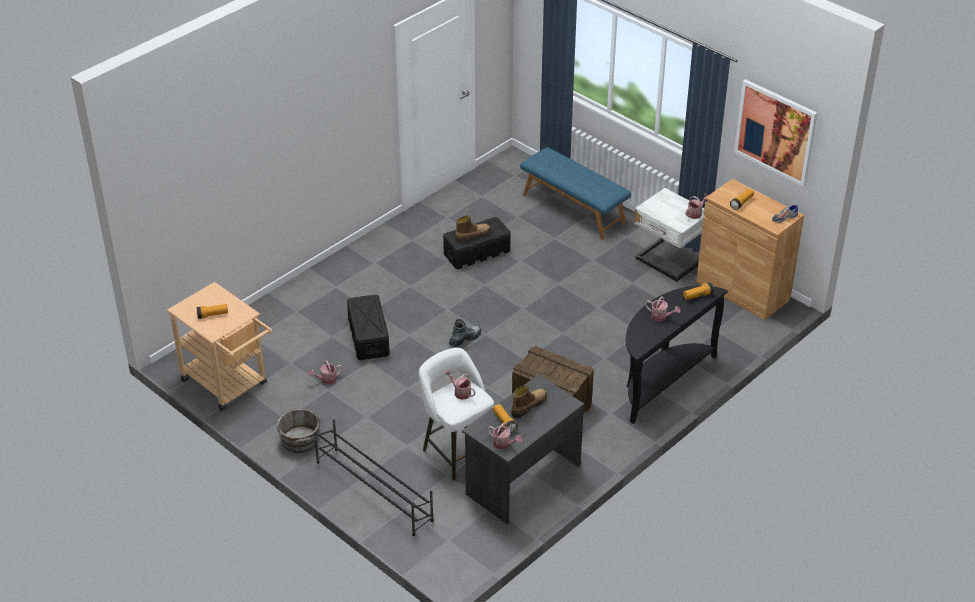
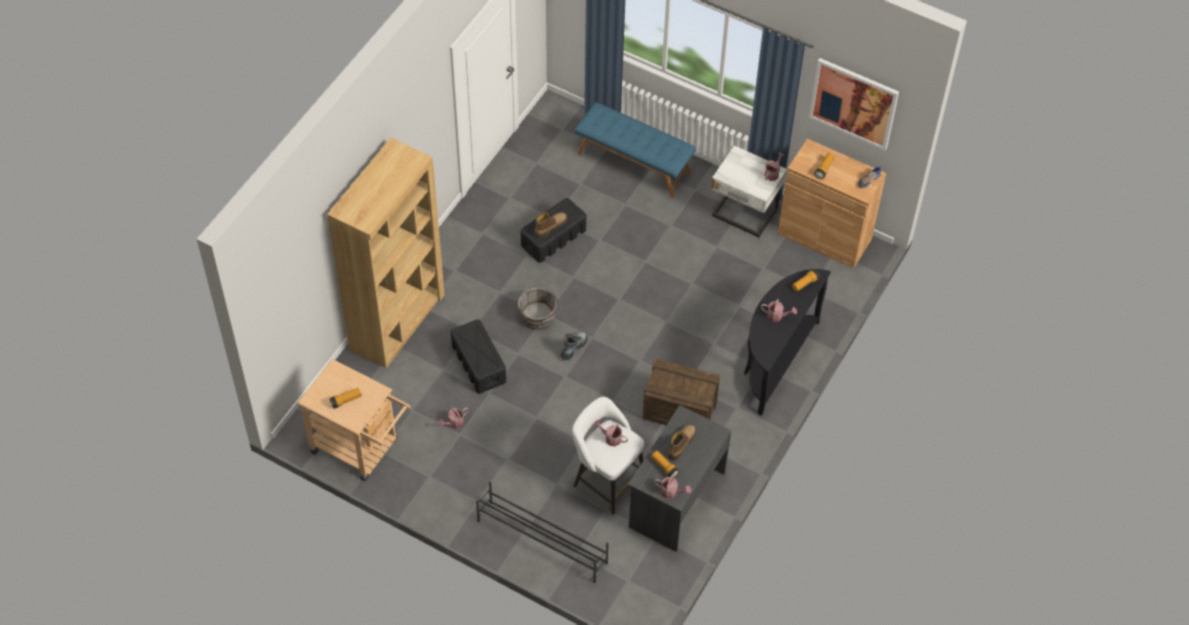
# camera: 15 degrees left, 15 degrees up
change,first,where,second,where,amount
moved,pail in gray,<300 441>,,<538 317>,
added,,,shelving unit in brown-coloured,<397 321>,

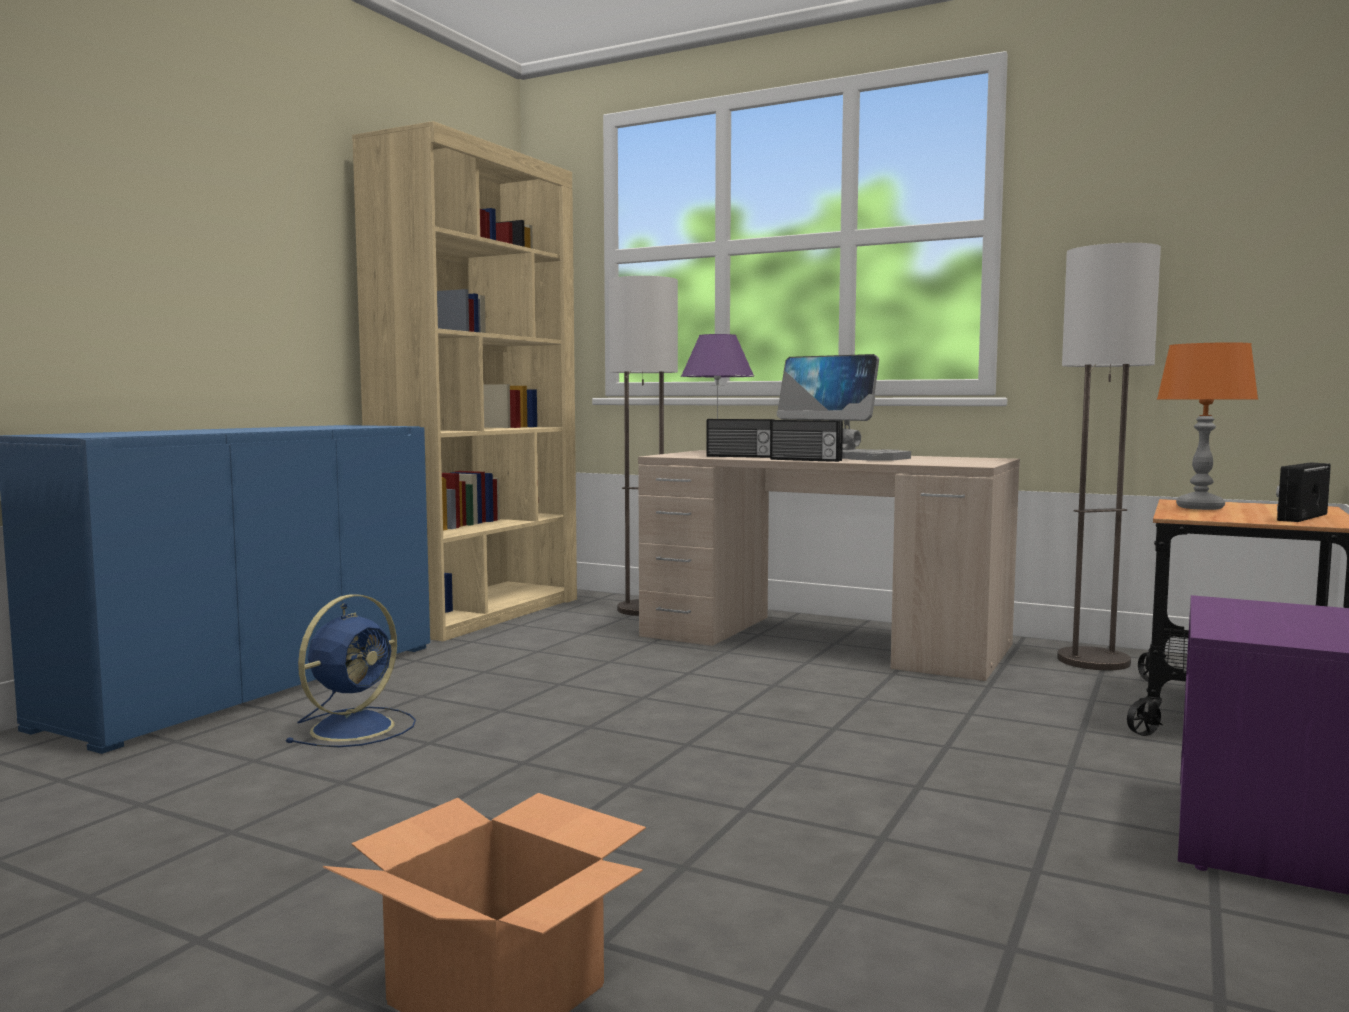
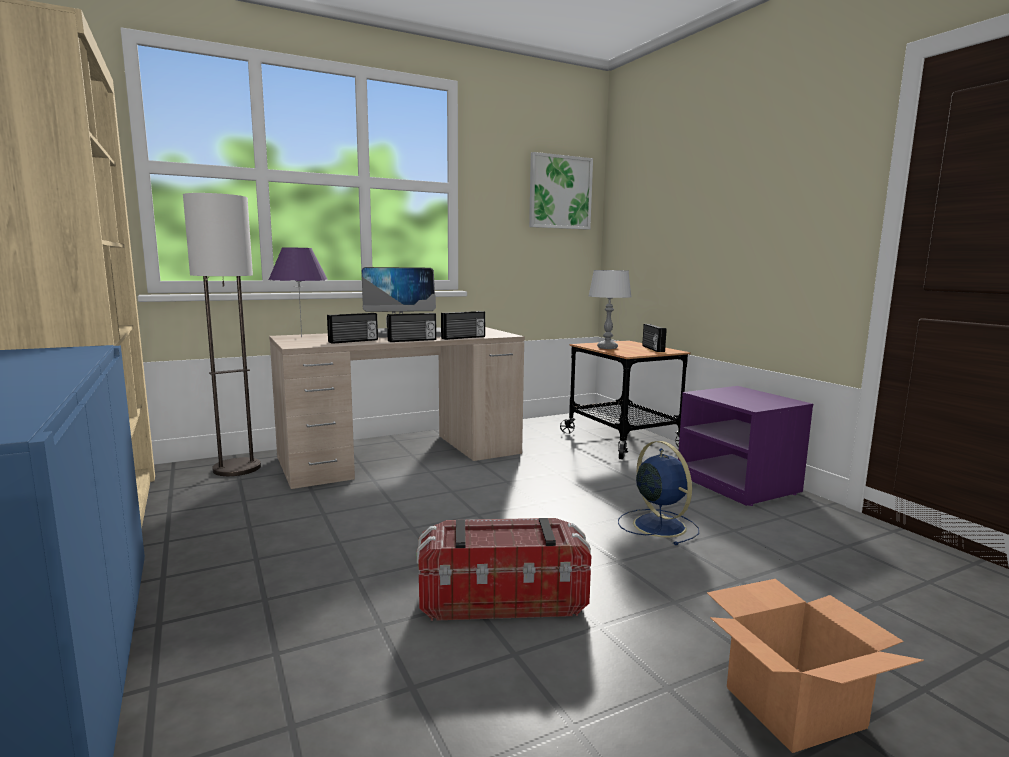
# camera: 55 degrees left, 5 degrees up
change,first,where,second,where,amount
moved,fan in blue,<355 727>,,<657 525>,
removed,floor lamp,<1093 661>,,,
recoloured,lamp for a table in orange-coloured,<1199 507>,lamp for a table in gray,<607 348>,
added,,,storage bin,<502 598>,
added,,,radio set,<463 337>,
added,,,picture,<560 192>,

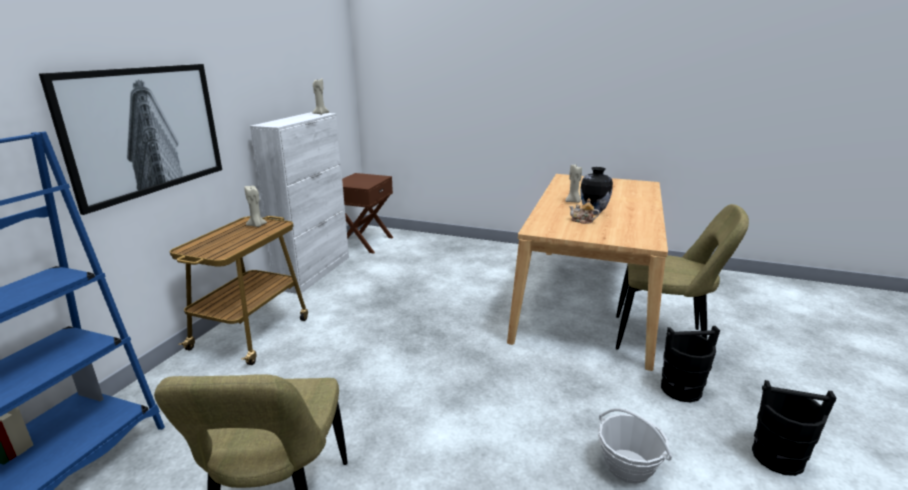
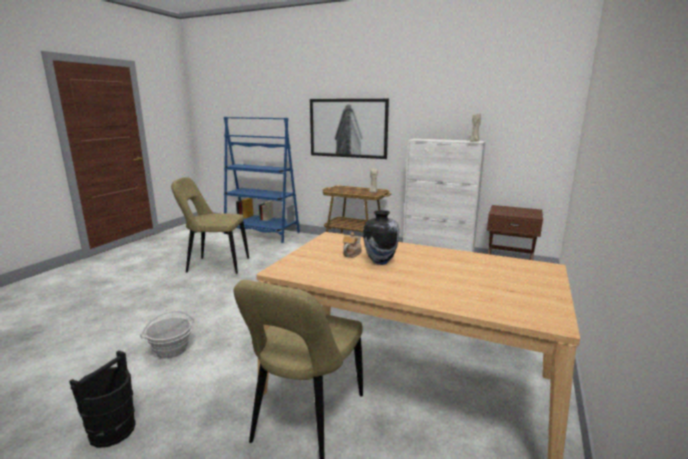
# camera: 95 degrees right, 5 degrees down
change,first,where,second,where,amount
removed,candle in beige-coloured,<573 202>,,,
removed,pail in blackish,<681 389>,,,

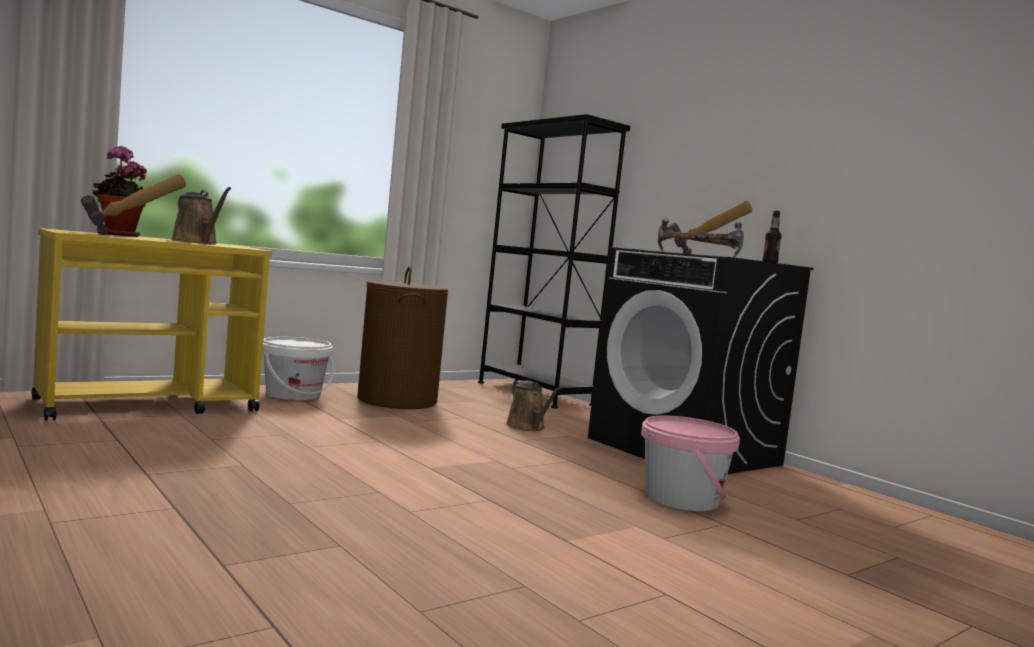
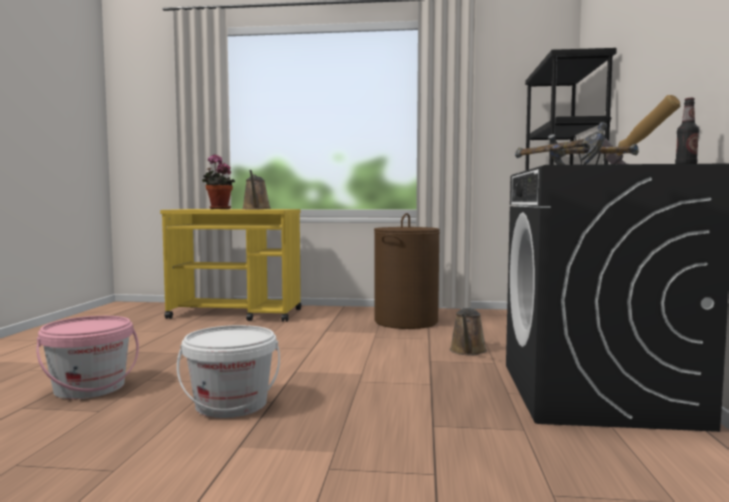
# camera: 45 degrees right, 0 degrees up
change,first,where,second,where,amount
removed,hammer,<132 238>,,,
moved,pail in whitish,<293 395>,,<231 405>,
moved,pail in pinkish,<682 499>,,<90 388>,

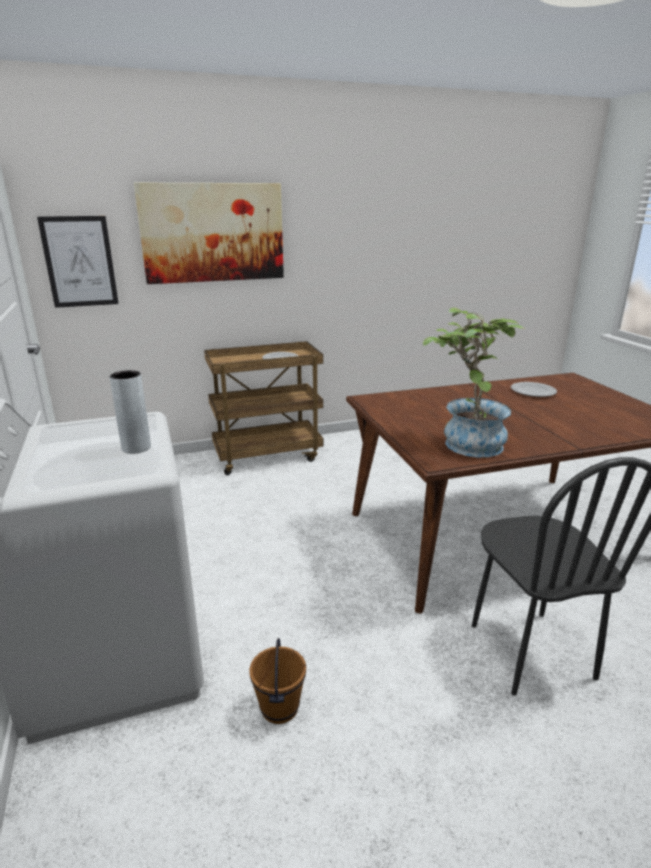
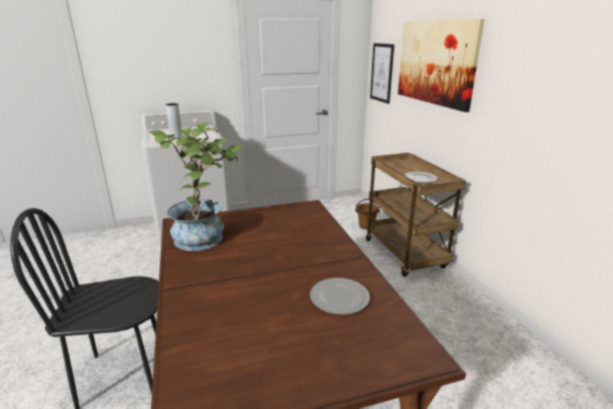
# camera: 90 degrees right, 0 degrees up
change,first,where,second,where,amount
moved,pail in brown-coloured,<279 708>,,<366 226>,

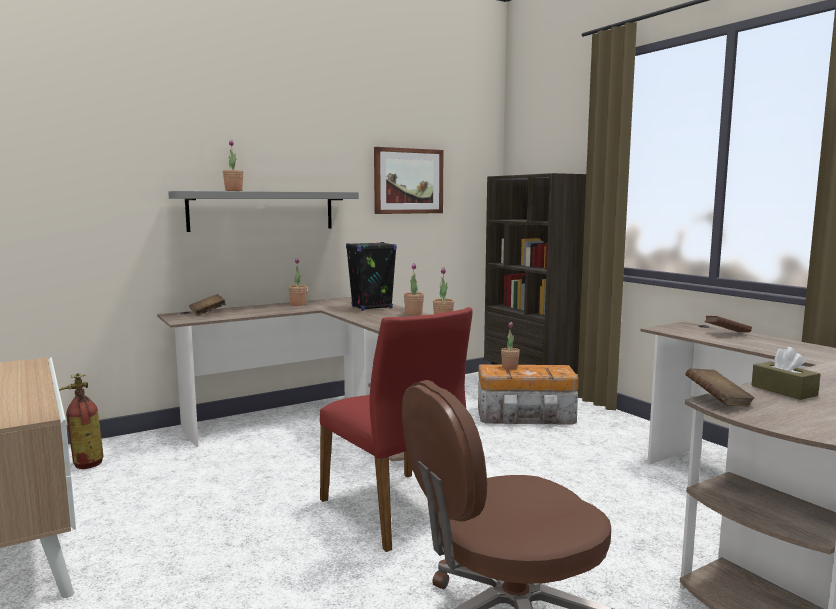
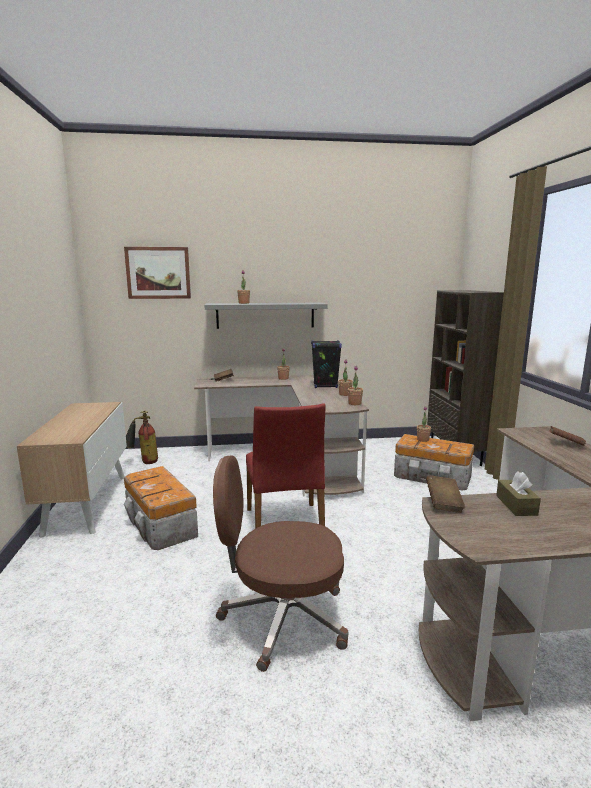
# camera: 25 degrees right, 5 degrees up
change,first,where,second,where,amount
moved,picture,<408 181>,,<158 273>,
added,,,storage bin,<160 525>,

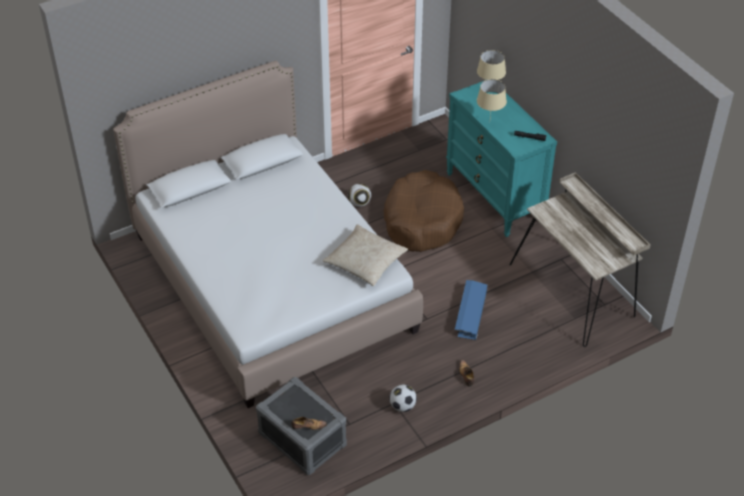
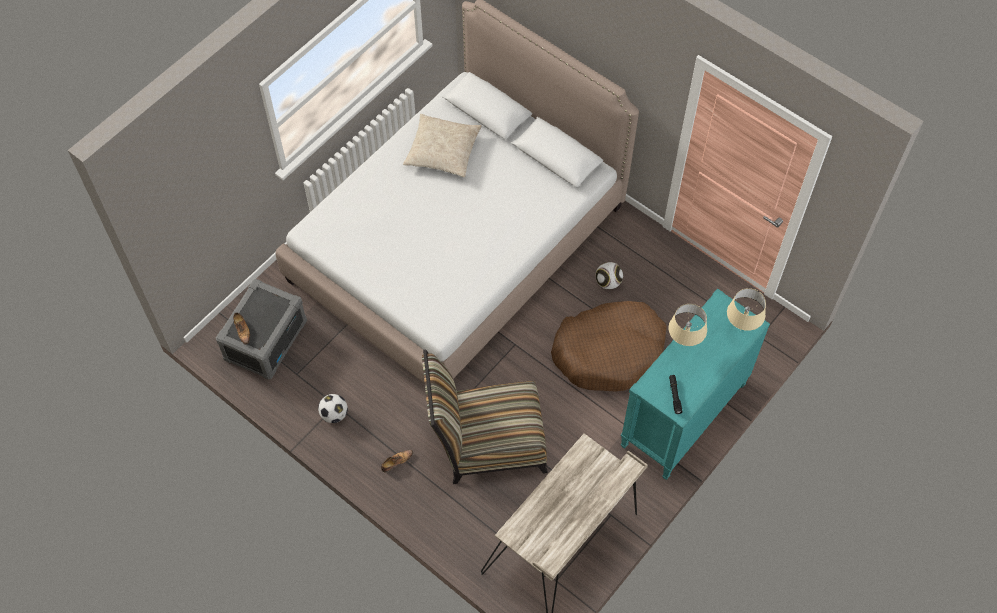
# camera: 70 degrees right, 15 degrees up
change,first,where,second,where,amount
moved,cushion in beige-coloured,<365 261>,,<442 151>,
replaced,storage bin in blue,<470 313>,plain chair,<486 441>,

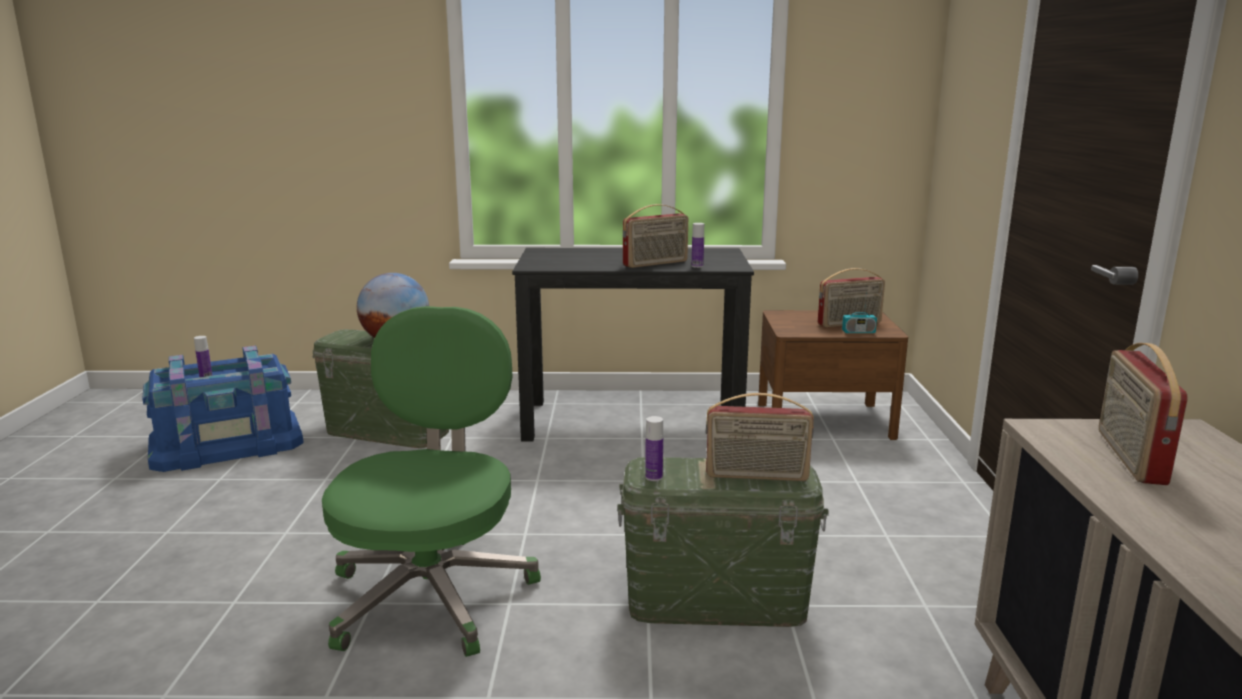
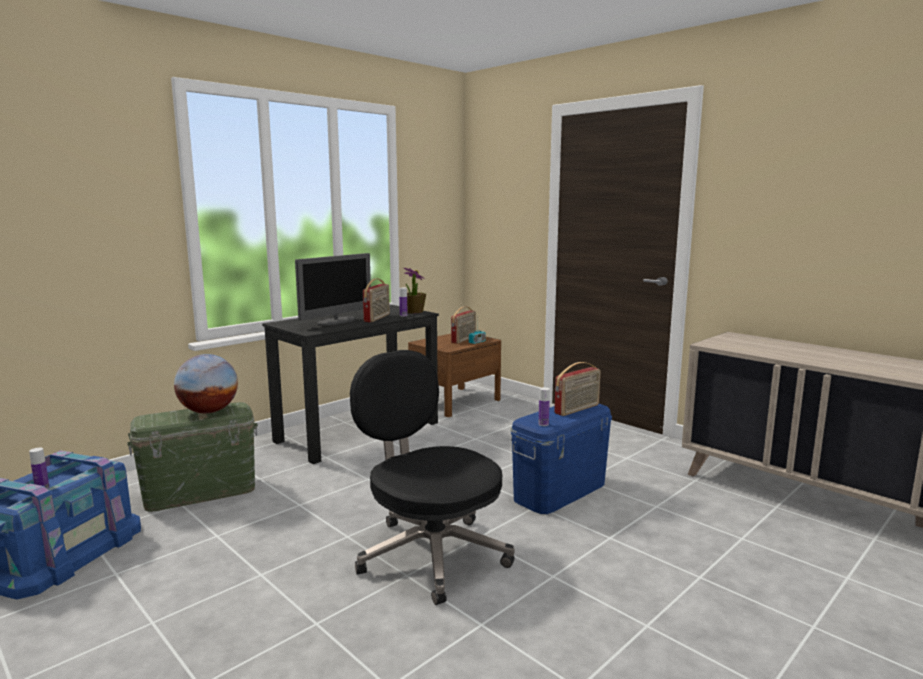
# camera: 45 degrees left, 5 degrees down
change,first,where,second,where,amount
recoloured,desk chair in green-coloured,<432 593>,desk chair in blackish,<430 553>,
recoloured,storage bin in green-coloured,<716 602>,storage bin in blue,<560 491>,
removed,radio set,<1128 456>,,,
added,,,computer display,<336 321>,
added,,,potted plant,<413 311>,

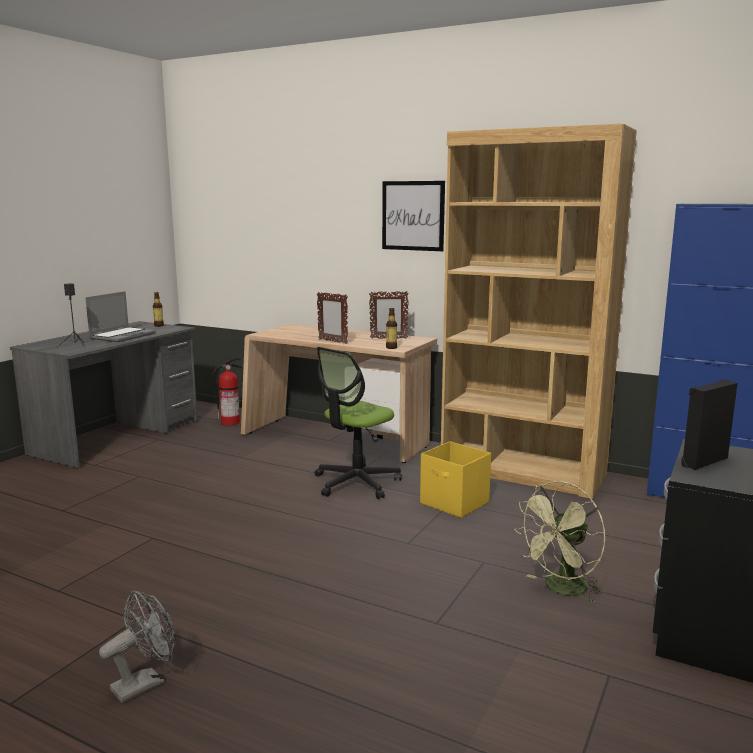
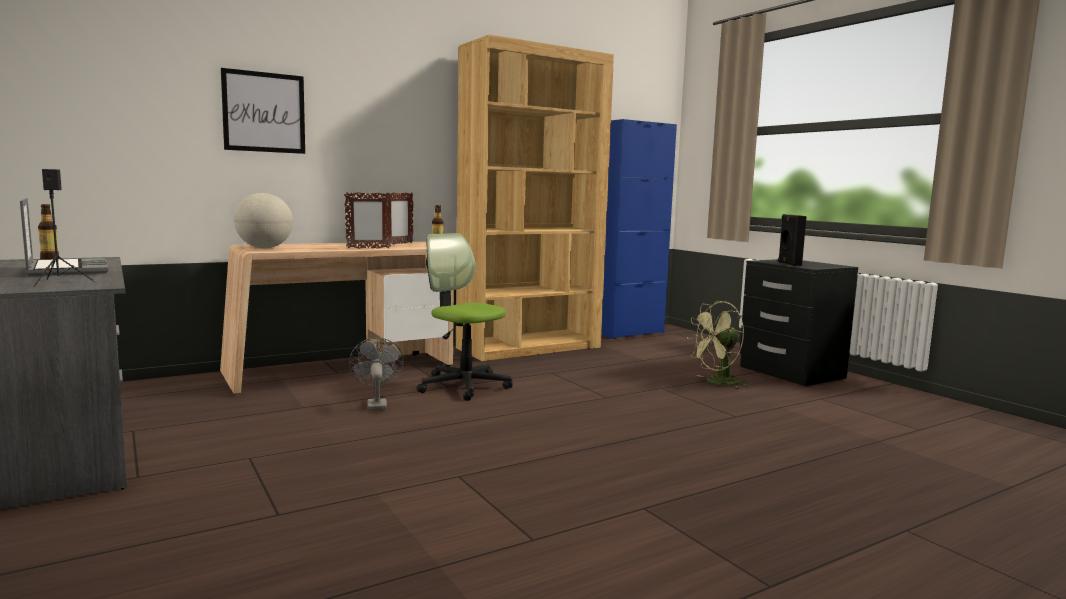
# camera: 60 degrees left, 5 degrees down
change,first,where,second,where,amount
moved,fan in gray,<145 683>,,<376 404>,
removed,fire-fighting cylinder,<231 422>,,,
turned,desk chair,<356 483>,,<464 386>,150 degrees clockwise
moved,picture,<413 216>,,<264 112>,
removed,storage bin in yellowish,<455 503>,,,
turned,fan in green-coloured,<561 590>,,<717 383>,75 degrees clockwise
added,,,desk globe,<265 248>,

